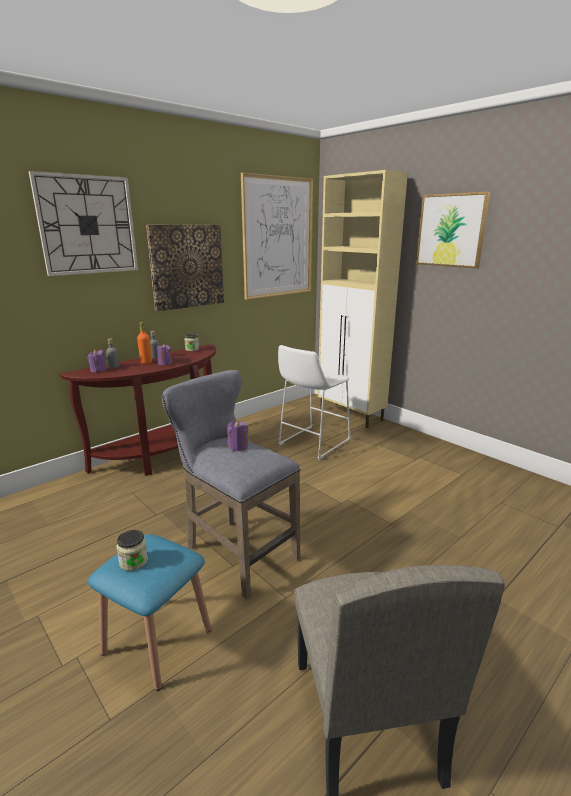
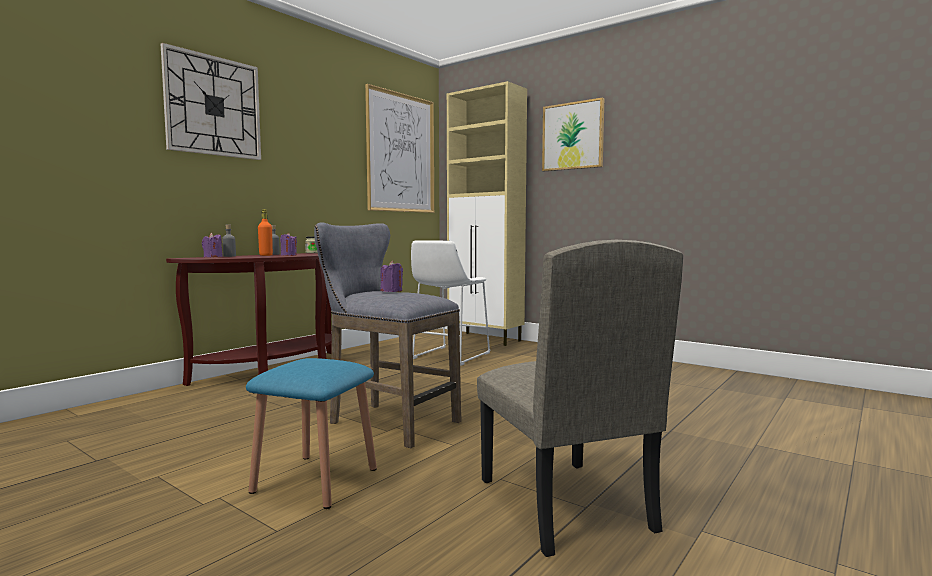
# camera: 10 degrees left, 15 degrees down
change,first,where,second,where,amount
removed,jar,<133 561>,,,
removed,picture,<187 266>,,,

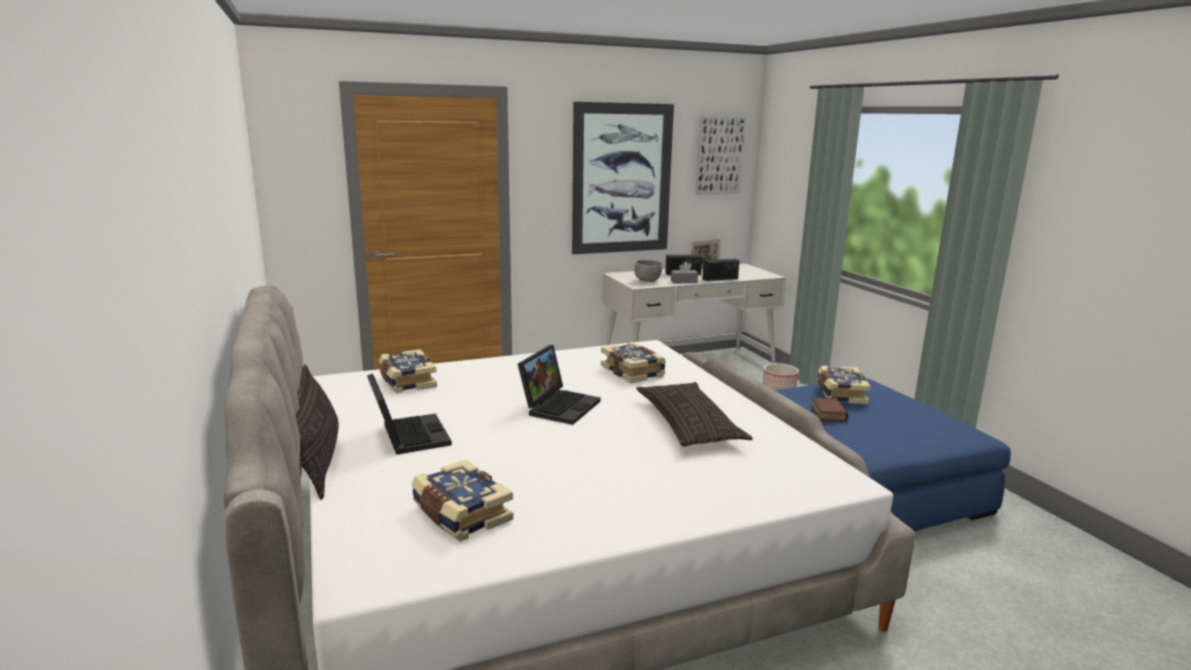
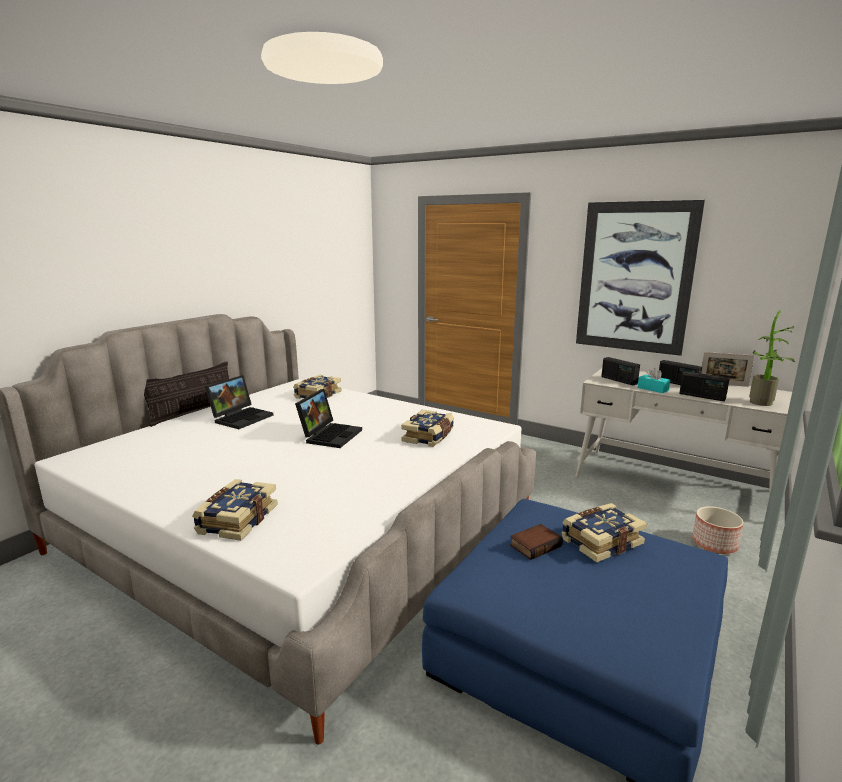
# camera: 55 degrees right, 0 degrees up
change,first,where,second,where,amount
moved,bound book,<460 515>,,<236 520>,
turned,portable computer,<559 406>,,<330 435>,60 degrees counterclockwise
replaced,serving bowl in gray,<648 281>,radio set,<618 380>,
removed,cushion,<688 423>,,,
recoloured,tissue holder in gray,<684 281>,tissue holder in turquoise,<652 389>,
removed,picture,<719 155>,,,
added,,,potted plant,<764 403>,

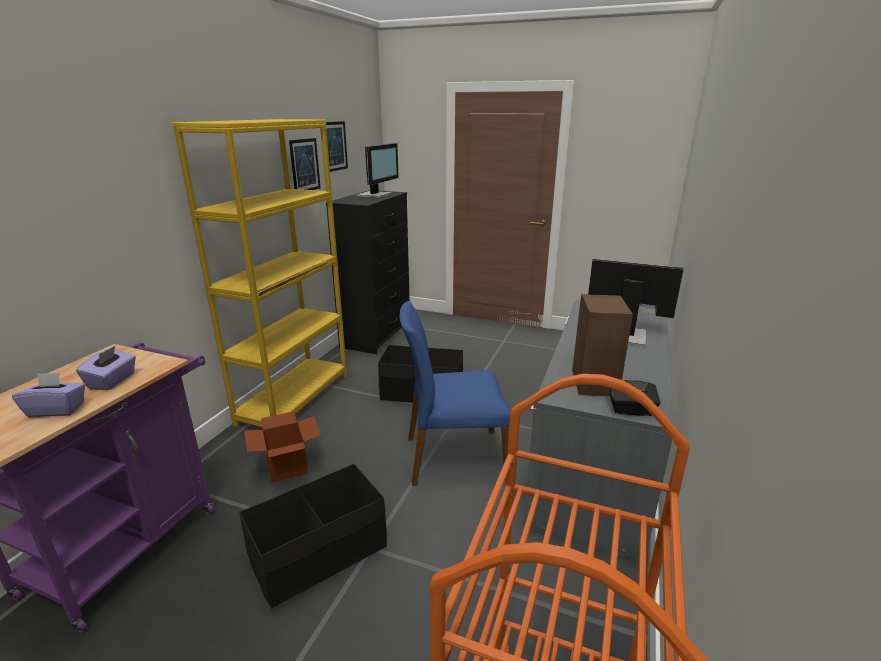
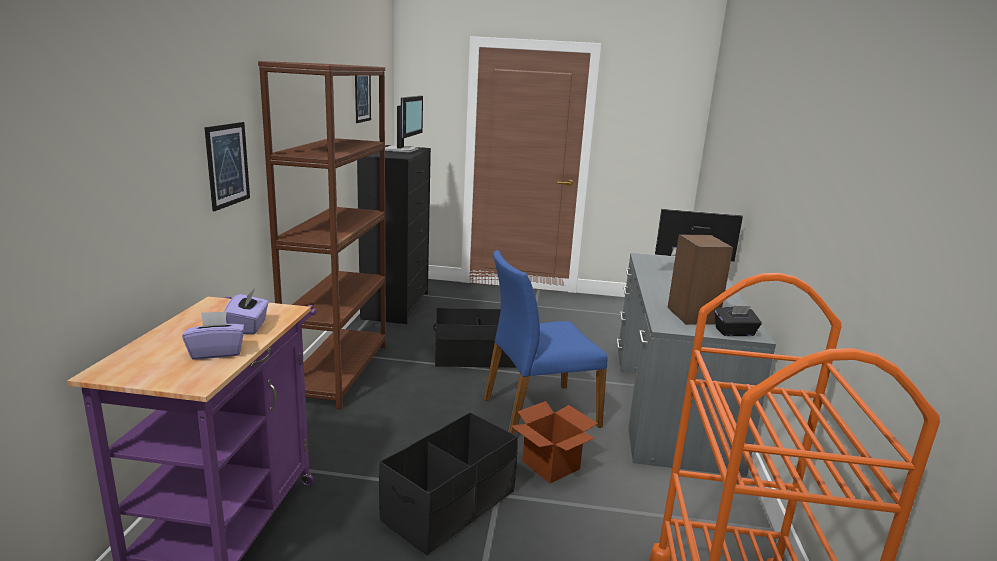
# camera: 15 degrees left, 5 degrees down
change,first,where,second,where,amount
recoloured,shelving unit in yellowish,<295 399>,shelving unit in brown-coloured,<338 371>,
moved,carton,<287 466>,,<550 465>,
moved,picture,<305 165>,,<227 165>,

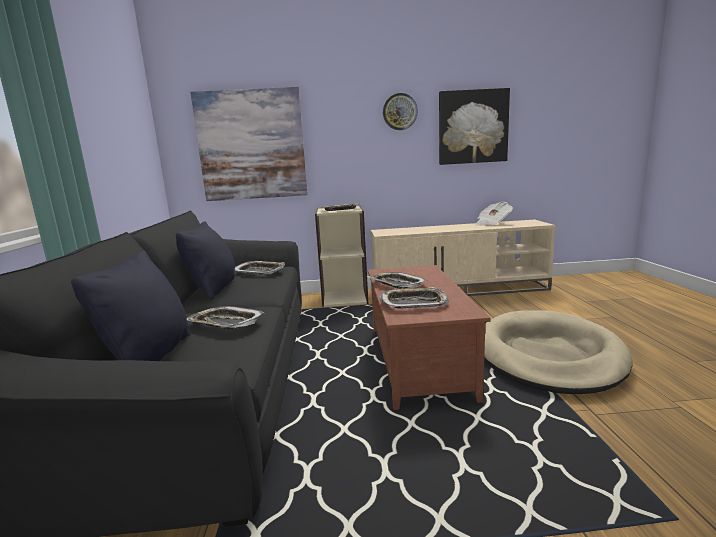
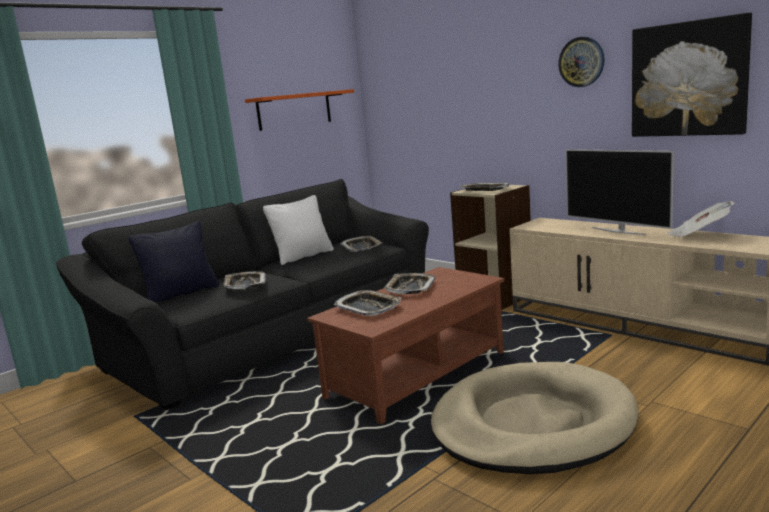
# camera: 50 degrees right, 0 degrees up
change,first,where,second,where,amount
recoloured,cushion in blackish,<214 289>,cushion in whitish,<303 256>,
removed,picture,<251 145>,,,
added,,,wall shelf in orange-coloured,<294 110>,
added,,,television,<618 231>,

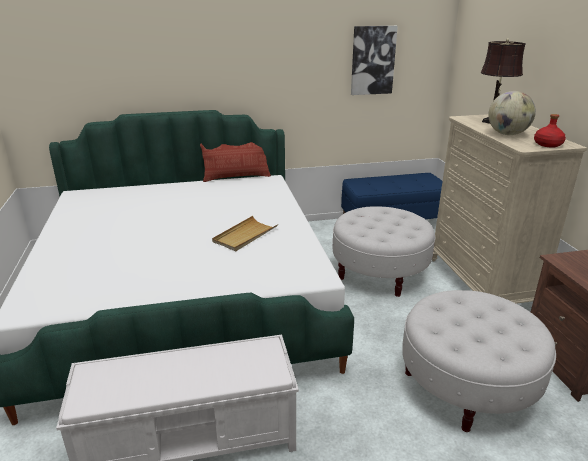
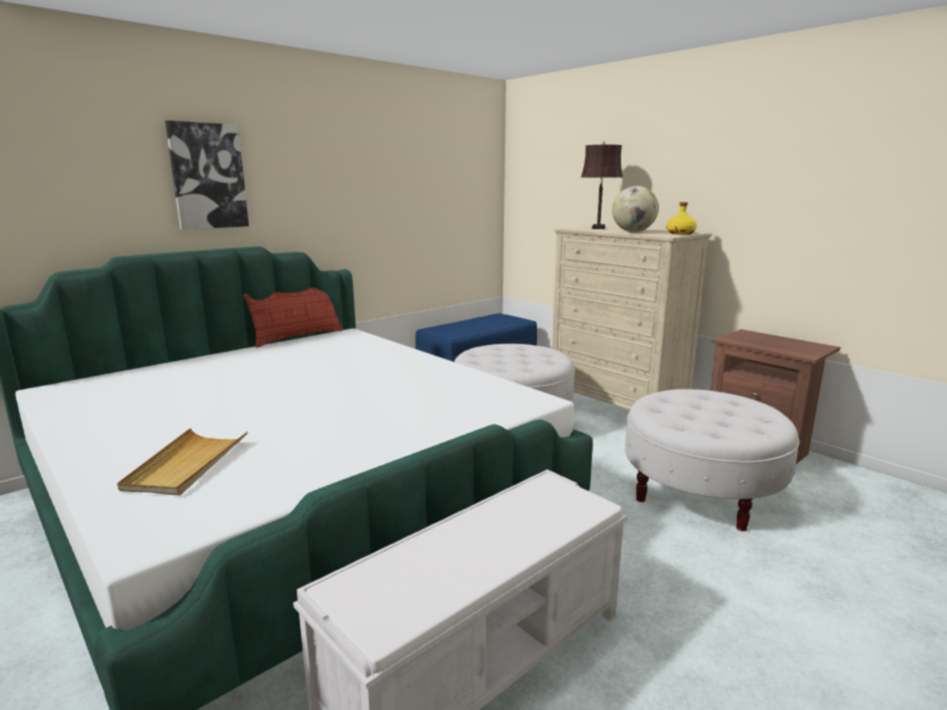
# camera: 30 degrees left, 10 degrees down
change,first,where,second,where,amount
moved,carrying tray in beige-coloured,<245 236>,,<187 465>,
moved,picture,<372 60>,,<208 176>,
recoloured,drink bottle in red-coloured,<547 144>,drink bottle in yellowish,<680 233>,

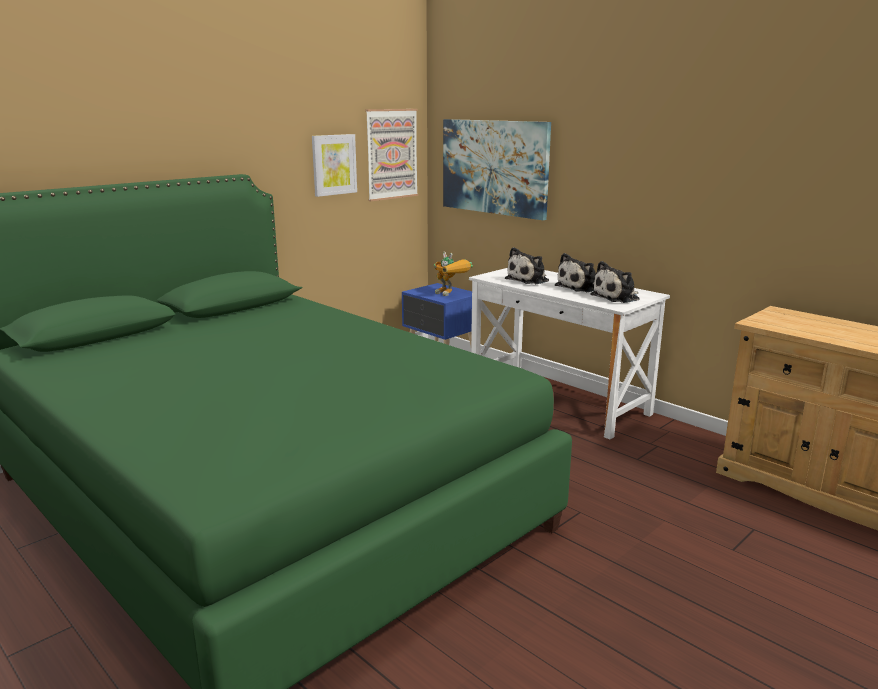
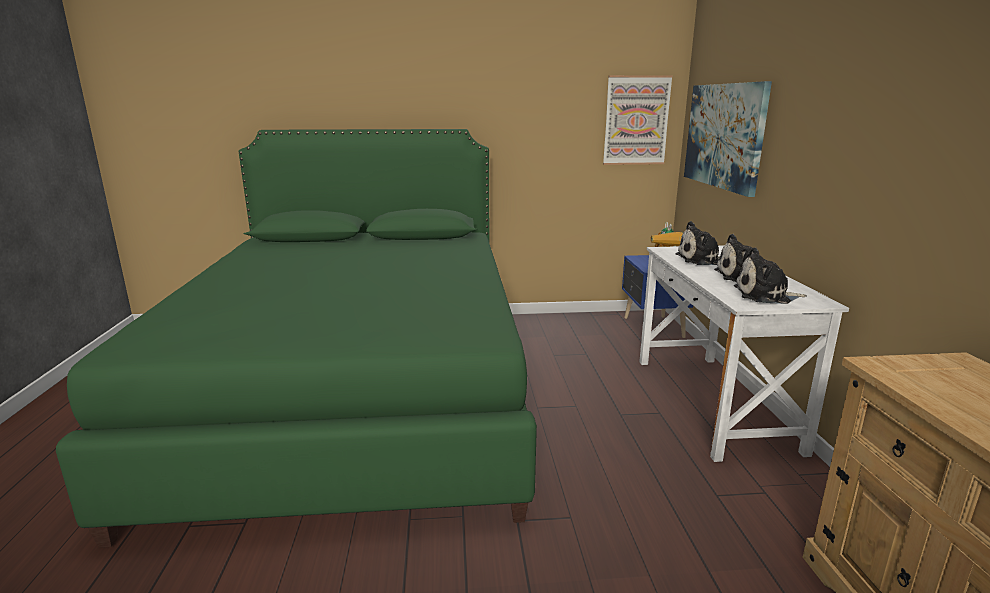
# camera: 40 degrees right, 0 degrees up
change,first,where,second,where,amount
removed,picture,<333 164>,,,

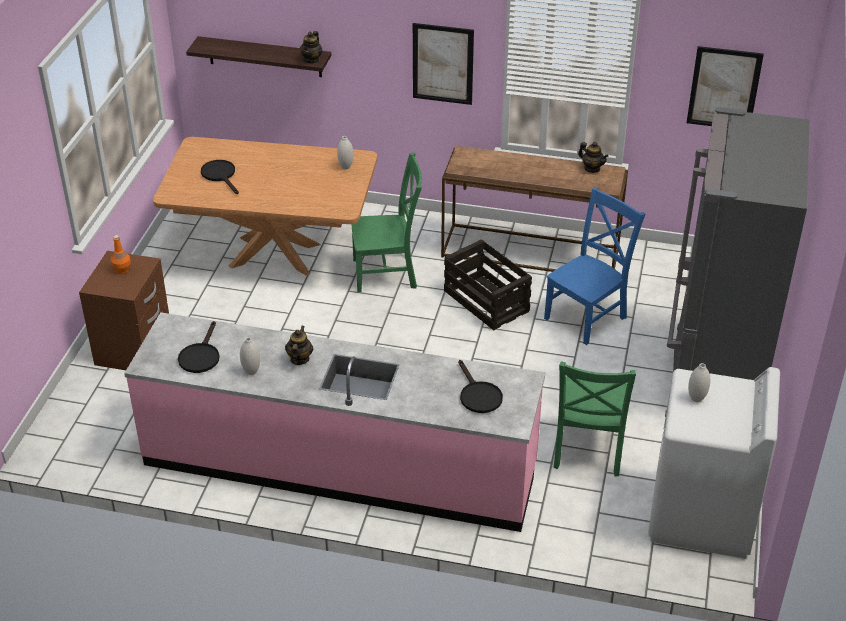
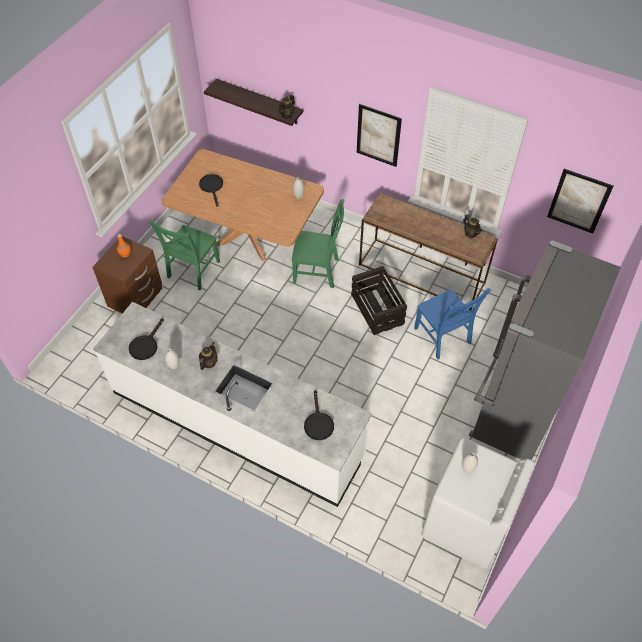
# camera: 15 degrees right, 15 degrees up
change,first,where,second,where,amount
recoloured,kitchen counter in pinkish,<340 465>,kitchen counter in whitish,<236 423>,
turned,plain chair in blue,<588 316>,,<443 337>,90 degrees clockwise
moved,plain chair in green-coloured,<588 450>,,<192 271>,

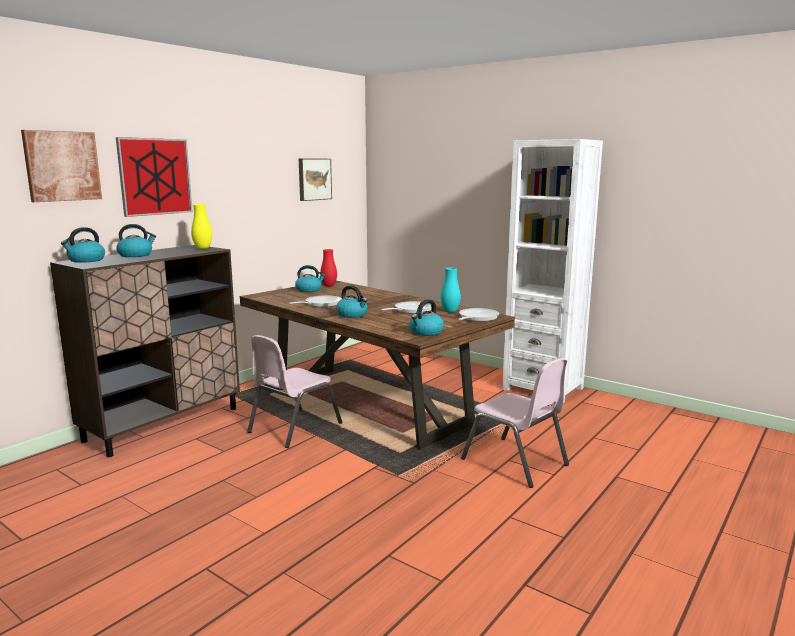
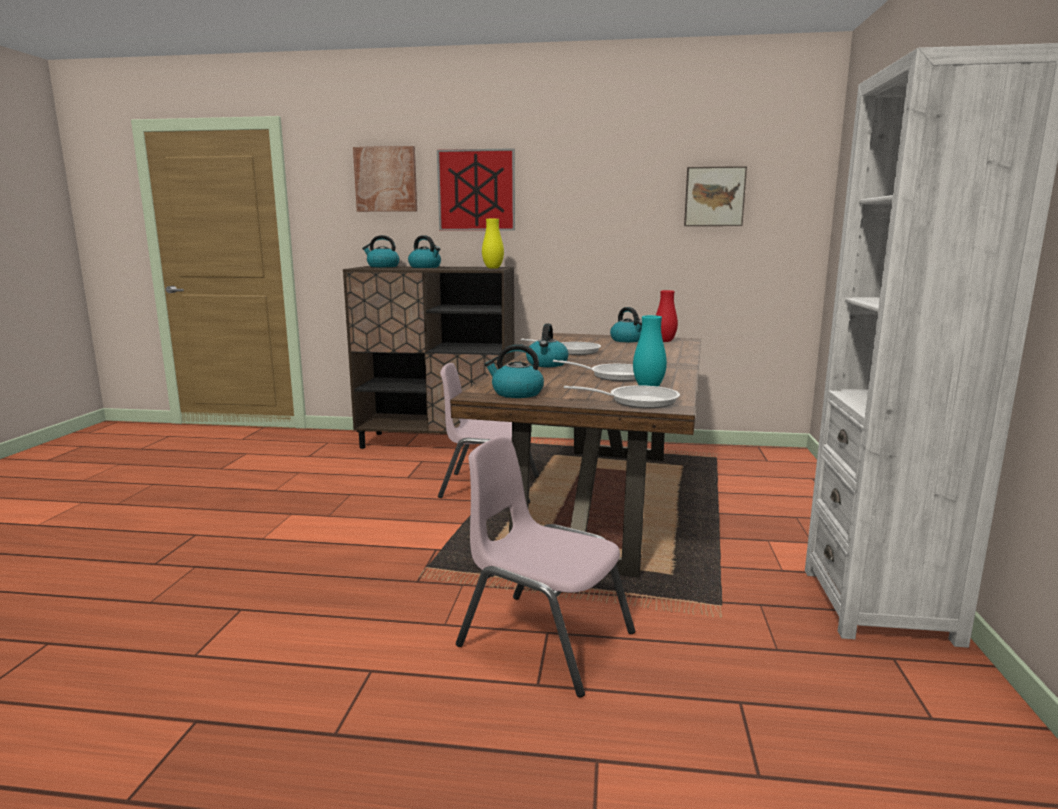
# camera: 60 degrees right, 0 degrees up
change,first,where,second,where,amount
turned,plain chair in pinkish,<515 462>,,<545 639>,105 degrees clockwise

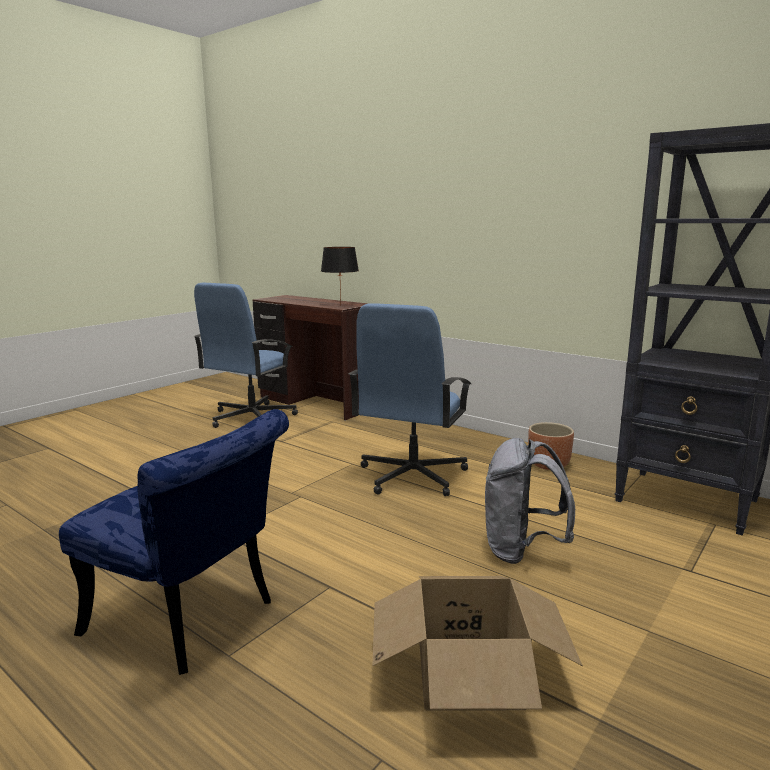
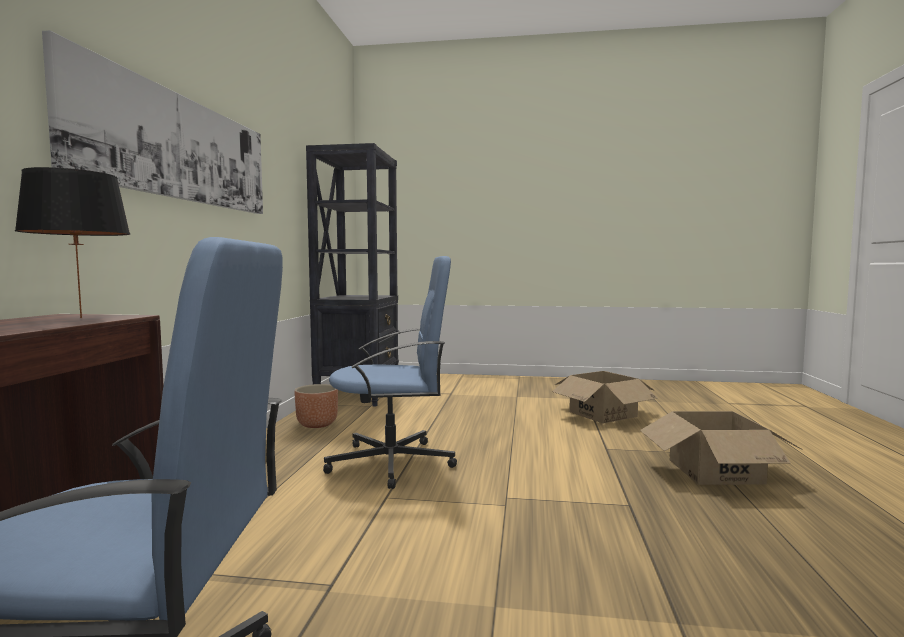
# camera: 120 degrees left, 10 degrees down
change,first,where,second,where,amount
replaced,plain chair in blue,<192 621>,carton,<715 471>,
removed,knapsack in gray,<521 550>,,,
added,,,picture,<180 148>,

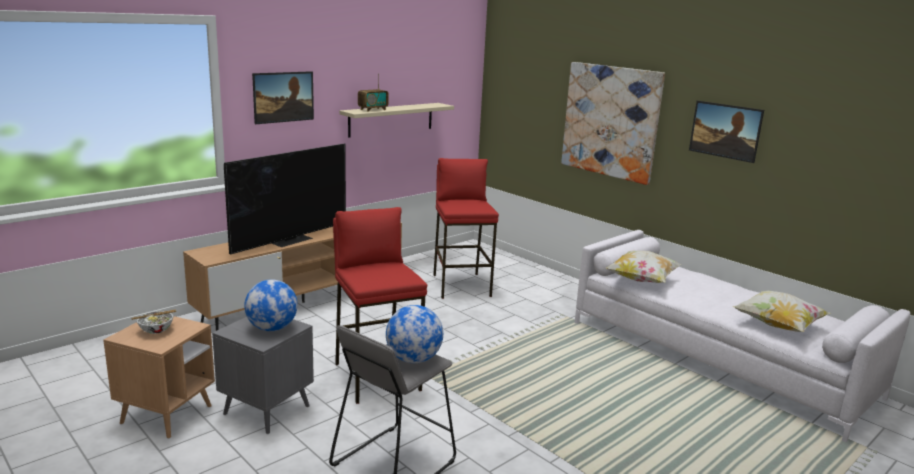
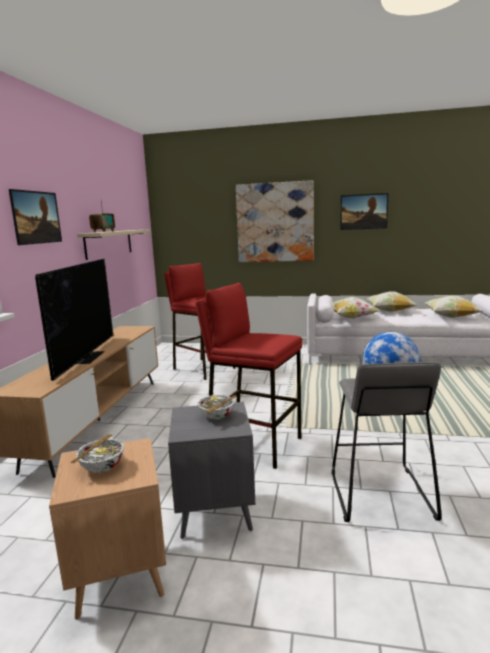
# camera: 35 degrees left, 5 degrees down
change,first,where,second,where,amount
replaced,desk globe,<272 328>,serving bowl,<217 416>,
added,,,cushion,<389 311>,

